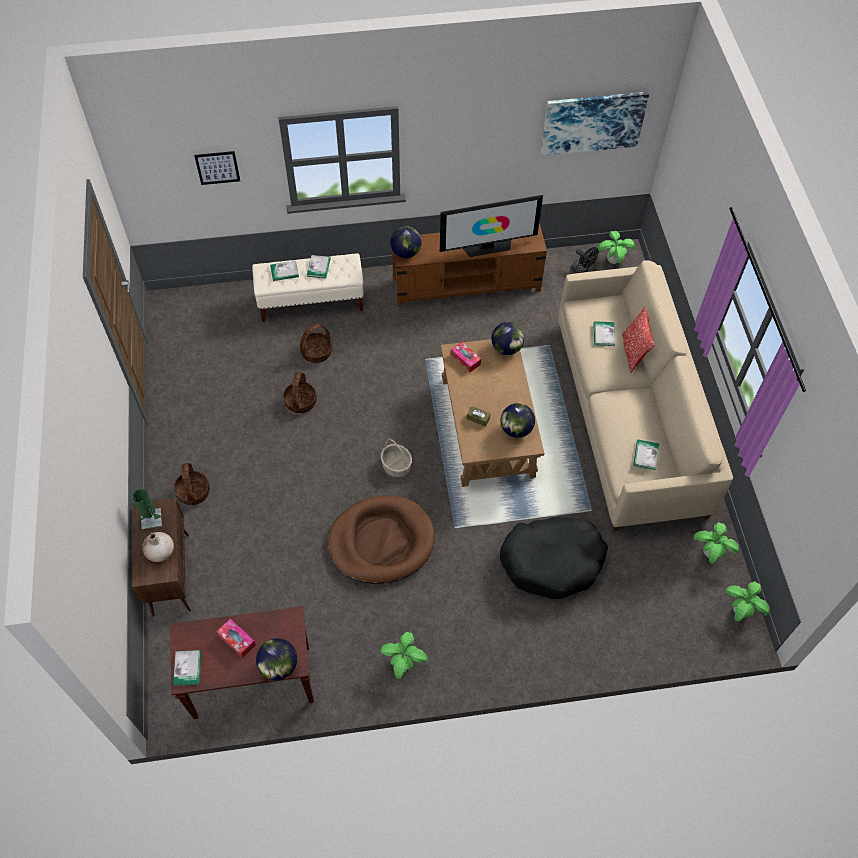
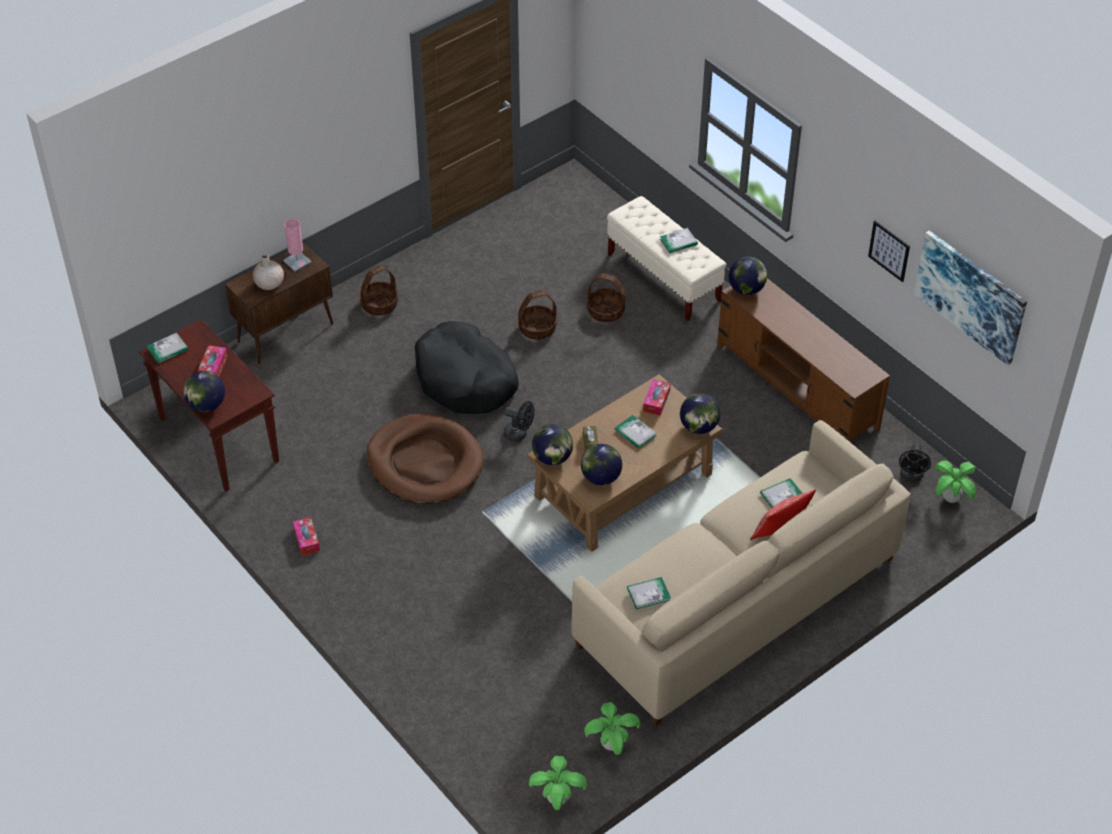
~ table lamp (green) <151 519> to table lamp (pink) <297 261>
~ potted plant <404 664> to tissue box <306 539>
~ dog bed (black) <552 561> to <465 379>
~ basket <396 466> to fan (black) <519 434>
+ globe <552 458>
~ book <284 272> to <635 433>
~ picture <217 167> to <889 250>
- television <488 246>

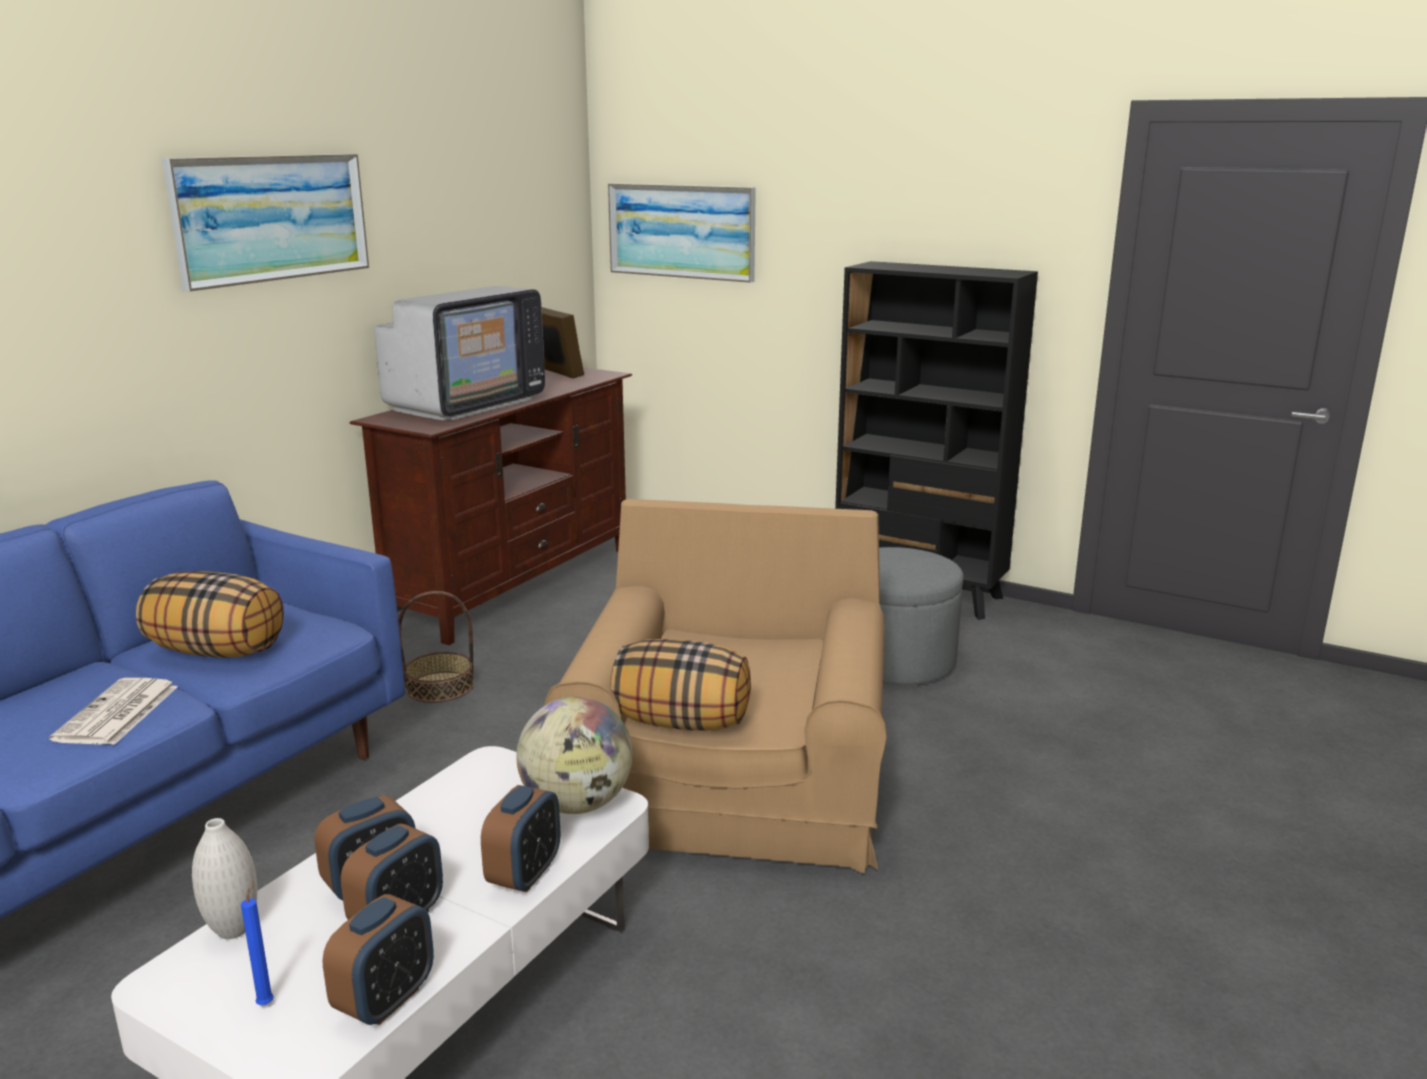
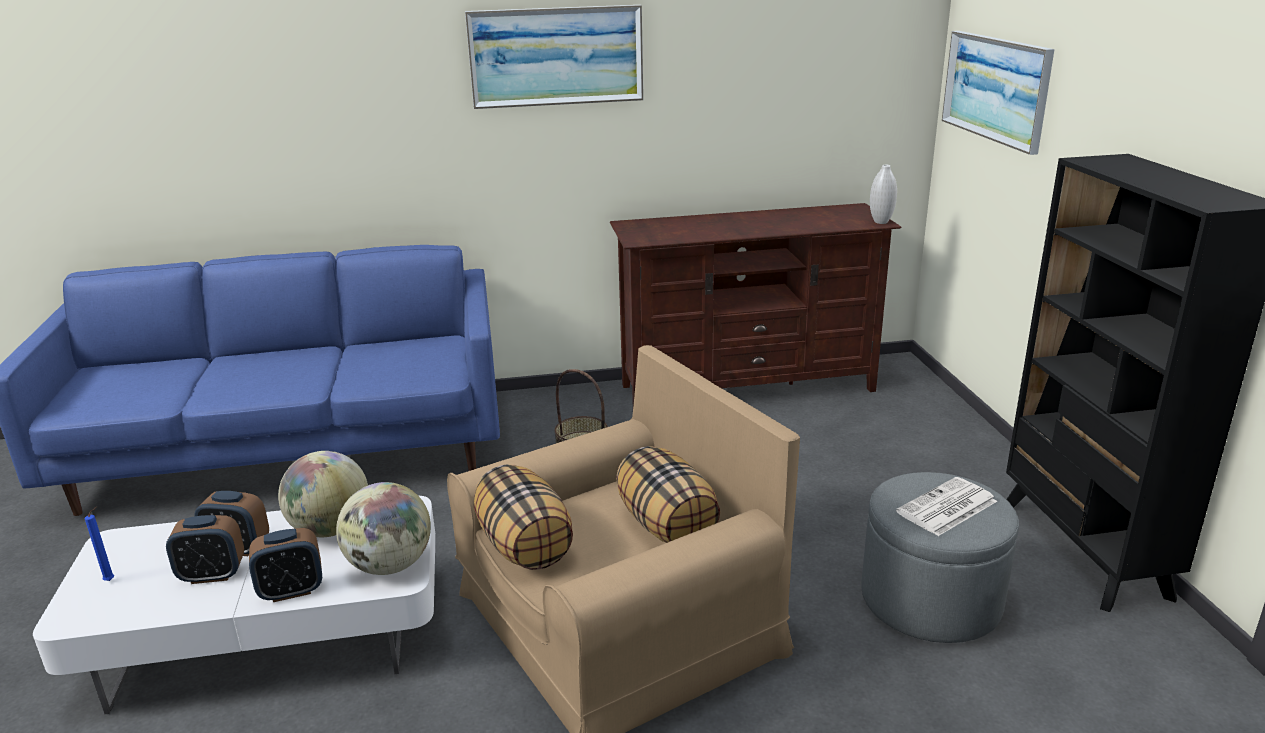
+ globe <330 529>
~ pillow <218 651> to <667 526>
~ vase (white) <233 930> to <881 222>
~ newspaper <117 714> to <946 508>
- alarm clock <385 1000>
- television <466 404>
- picture frame <558 373>

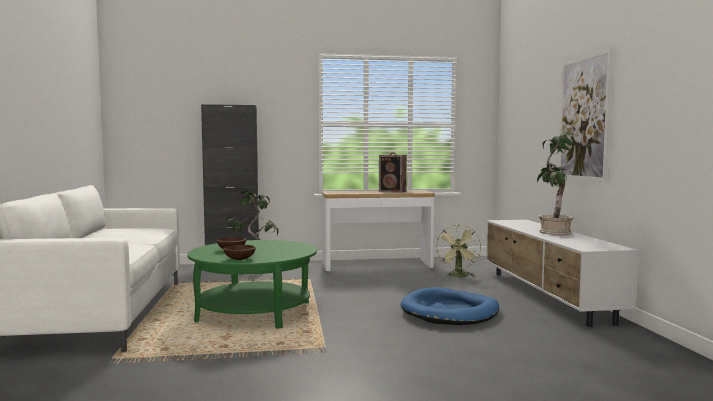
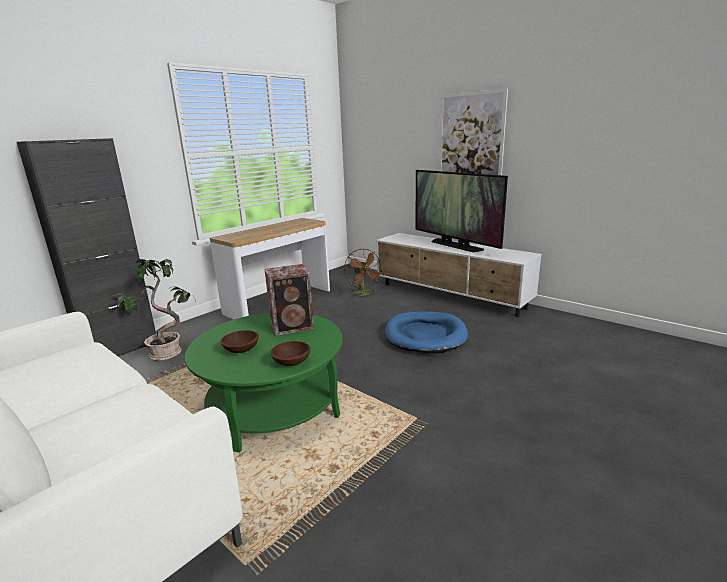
~ speaker <393 191> to <293 326>
~ fan (green) <459 276> to fan (brown) <364 294>
~ potted plant <553 232> to television <455 245>

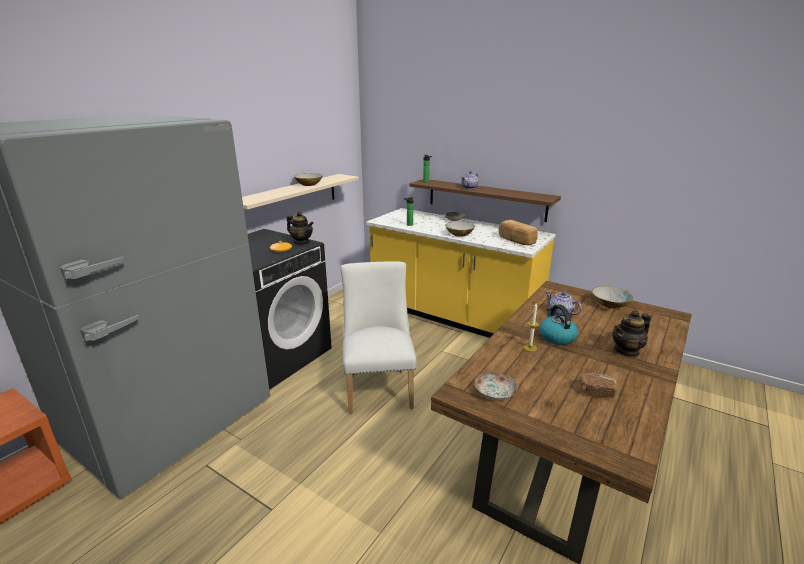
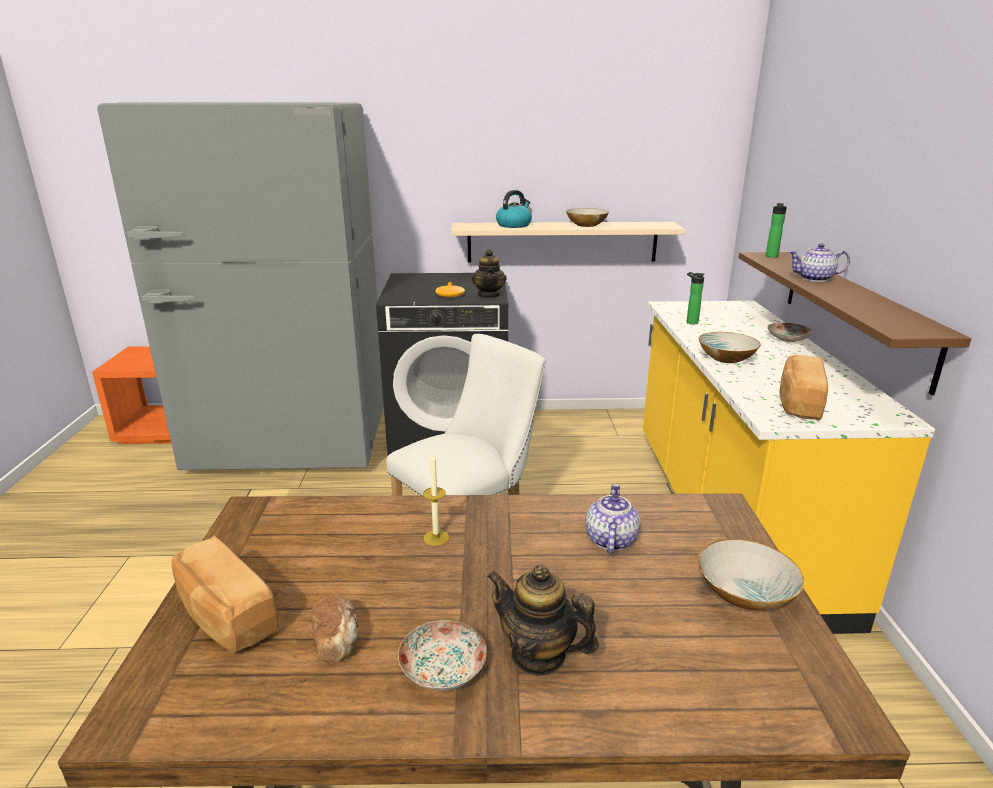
+ bread <225 616>
~ plate <495 393> to <444 668>
~ kettle <556 337> to <514 225>

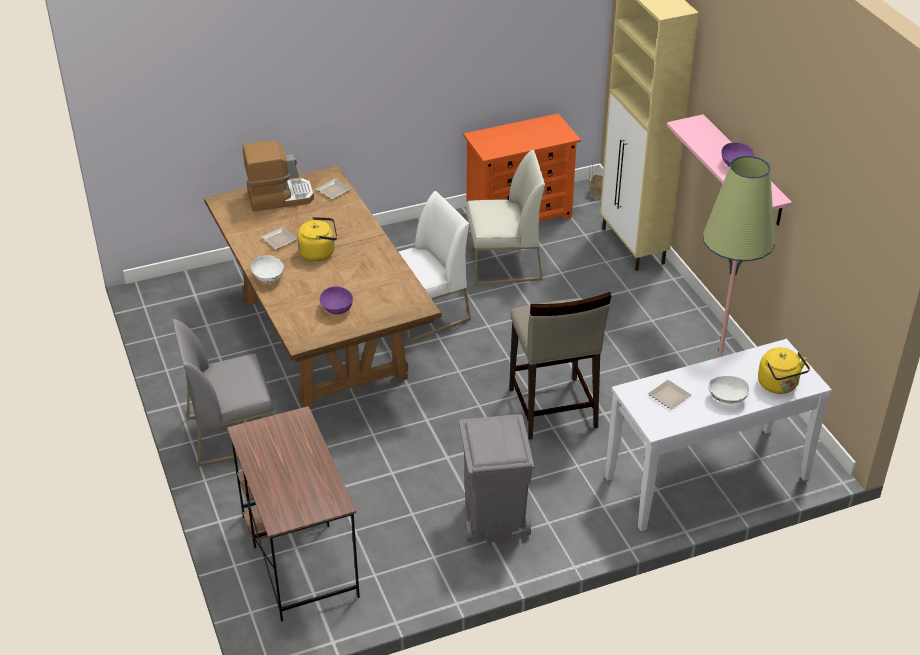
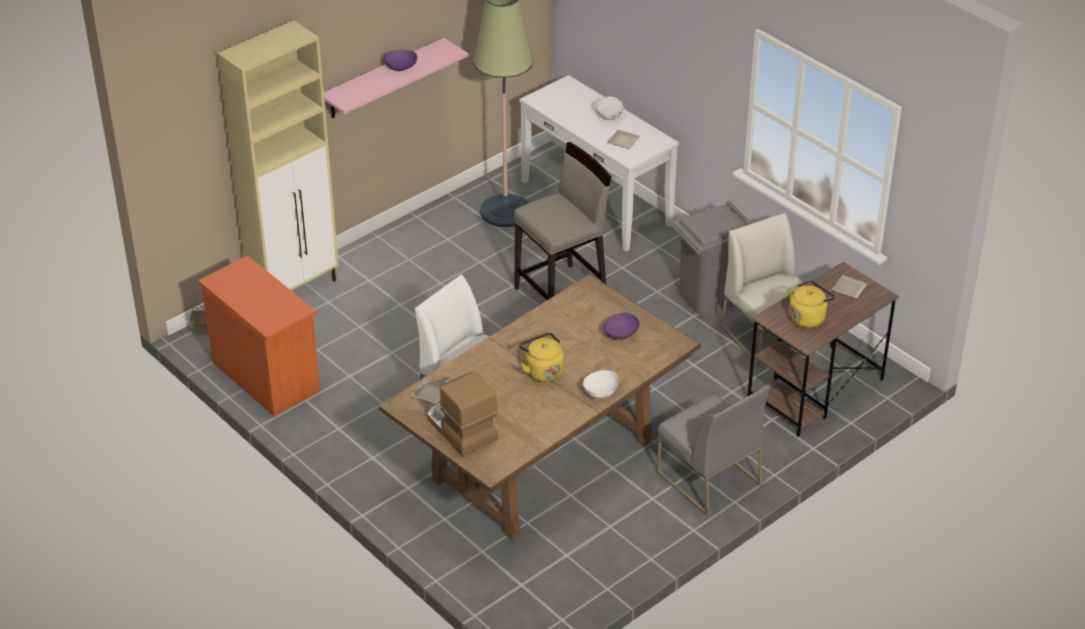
~ chair (white) <503 264> to <767 336>
~ kettle (yellow) <779 385> to <808 317>
~ plate <278 240> to <849 289>

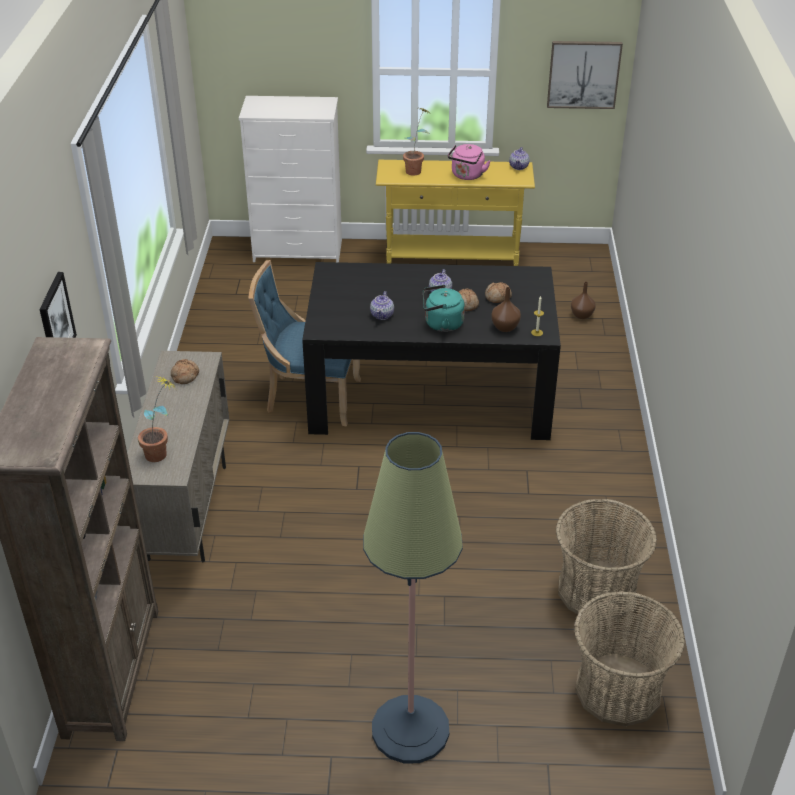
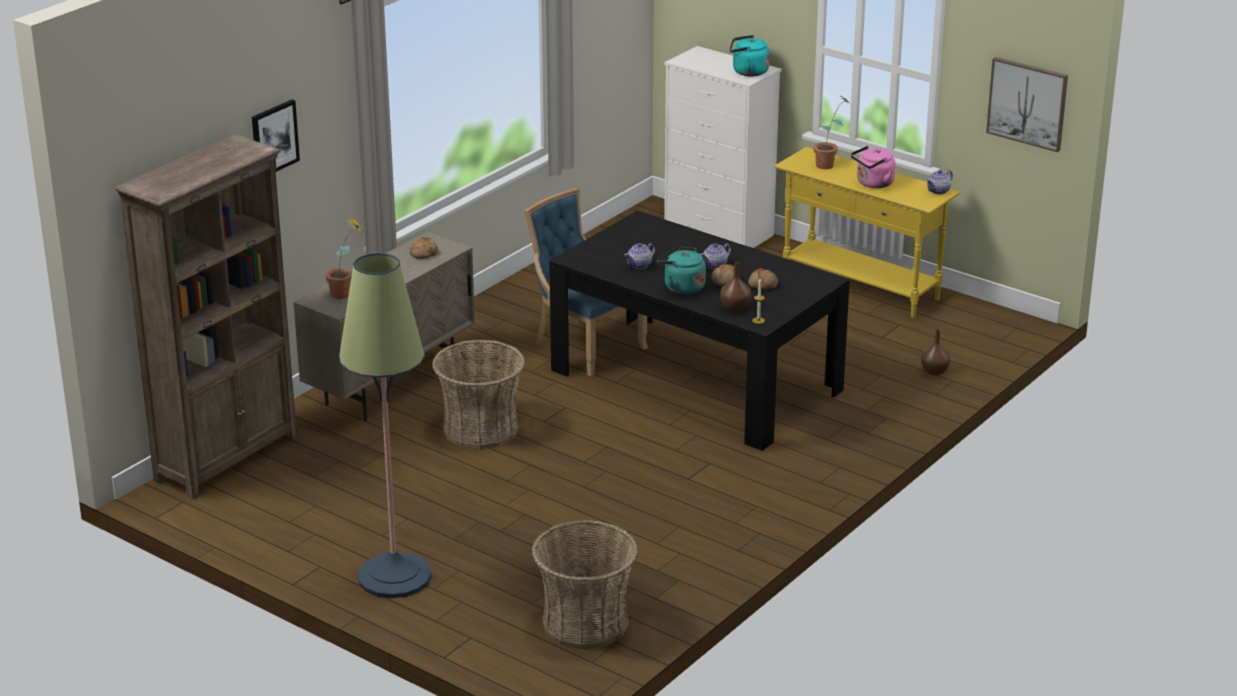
~ basket <596 590> to <480 429>
+ kettle (turquoise) <747 72>

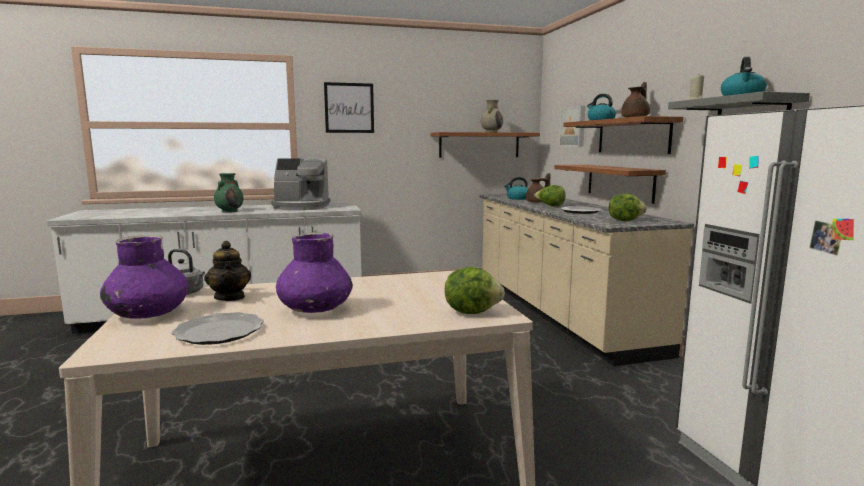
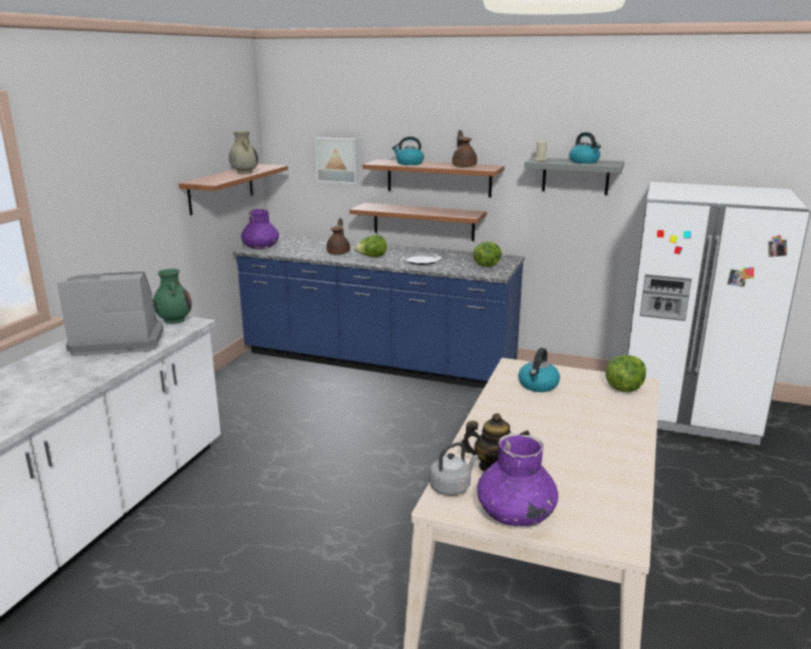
~ coffee machine <301 207> = <118 341> 135 degrees counterclockwise
~ vase (green) <230 211> to <174 320>
~ counter (beige) <557 312> to counter (blue) <378 361>
~ vase (purple) <315 309> to <261 247>
~ kettle <517 198> to <538 385>
- plate <219 332>
- picture <349 108>

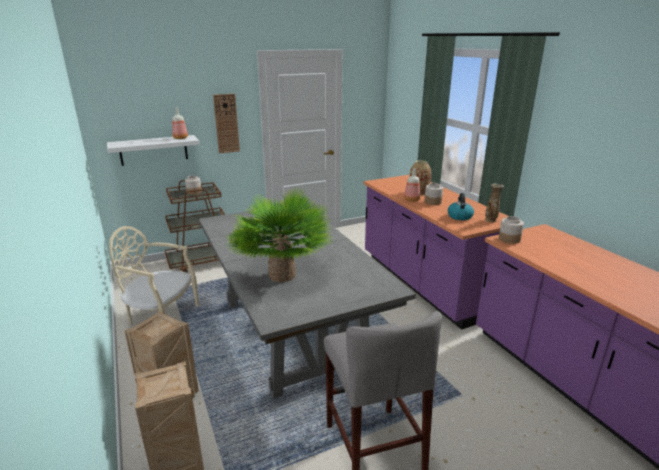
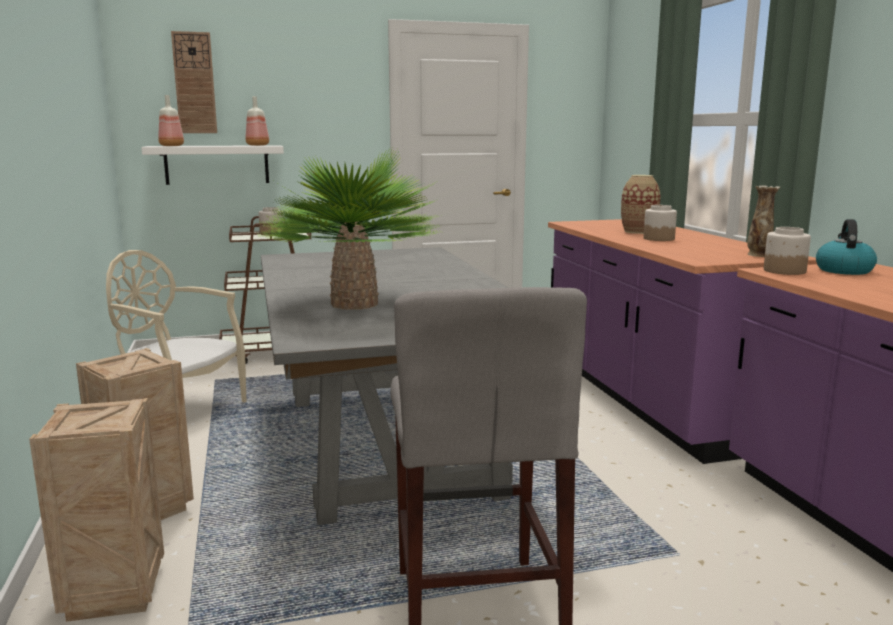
~ bottle <411 199> to <172 146>
~ wall clock <226 123> to <194 83>
~ kettle <459 216> to <843 270>

